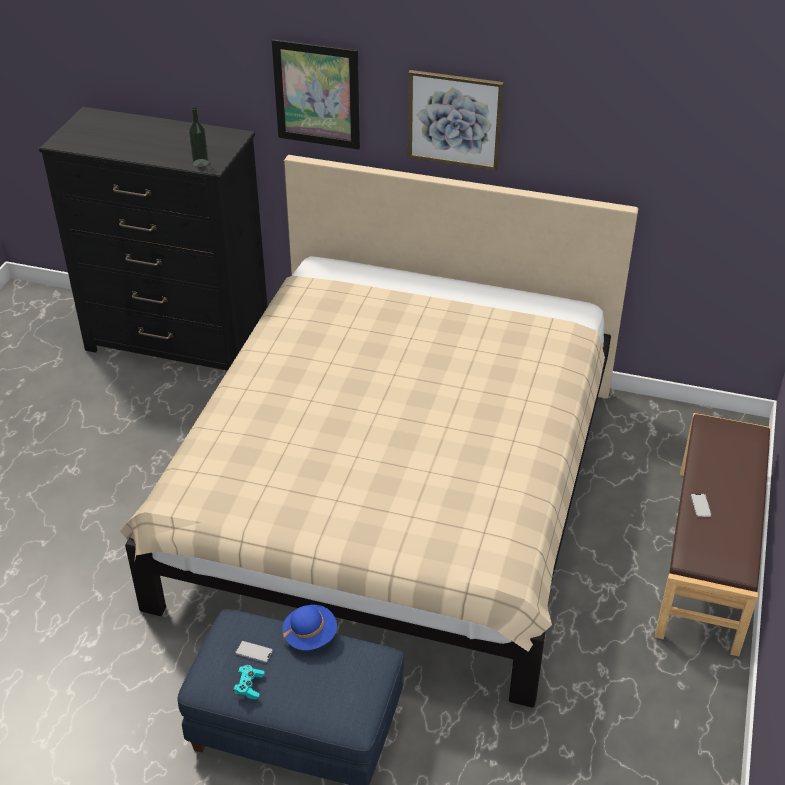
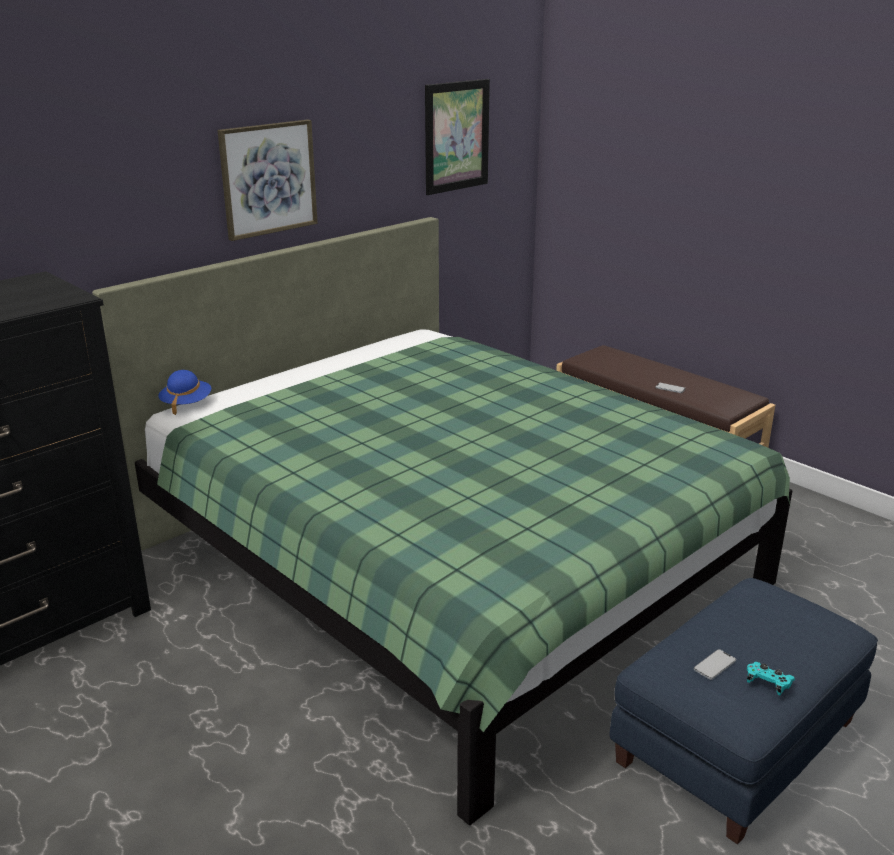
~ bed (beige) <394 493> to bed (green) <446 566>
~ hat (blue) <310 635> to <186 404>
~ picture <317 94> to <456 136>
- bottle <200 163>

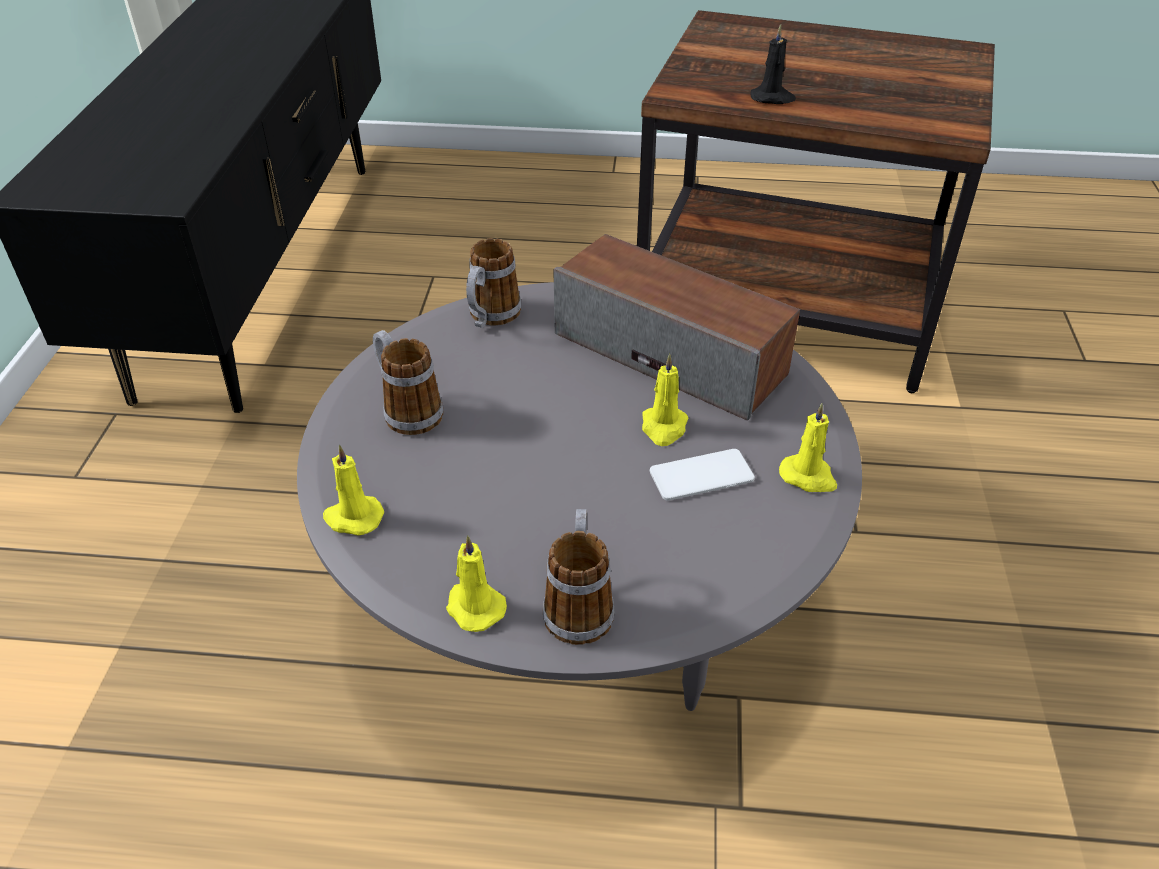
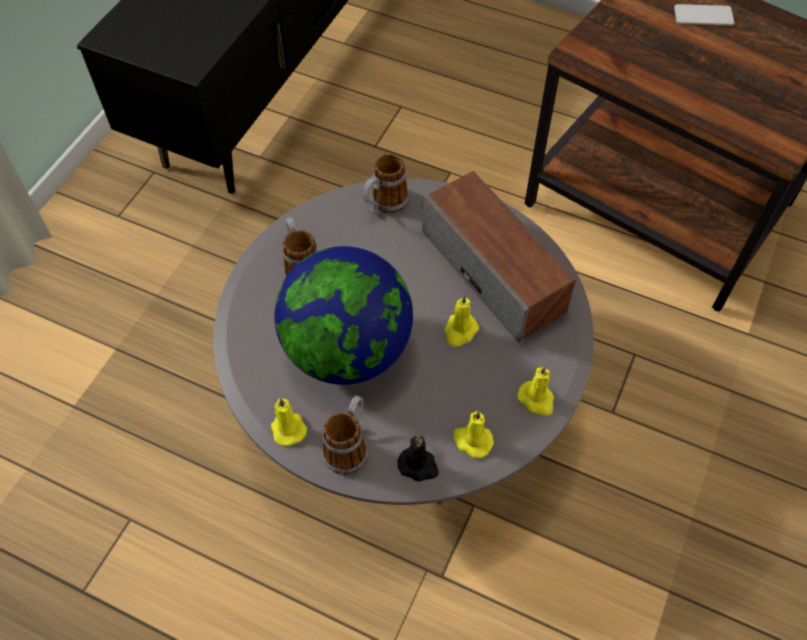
+ globe <347 350>
~ candle (black) <772 98> to <419 465>
~ candle (yellow) <352 518> to <472 440>
~ phone <701 476> to <703 16>

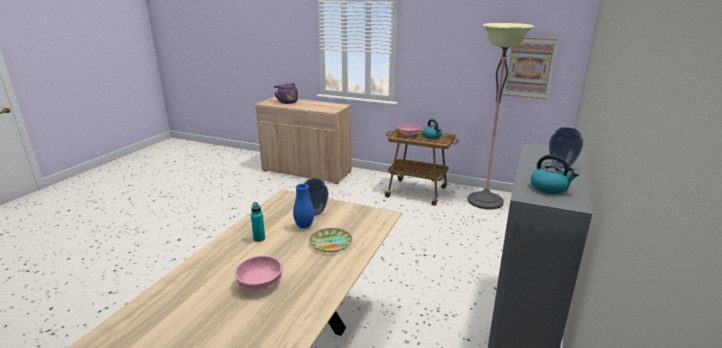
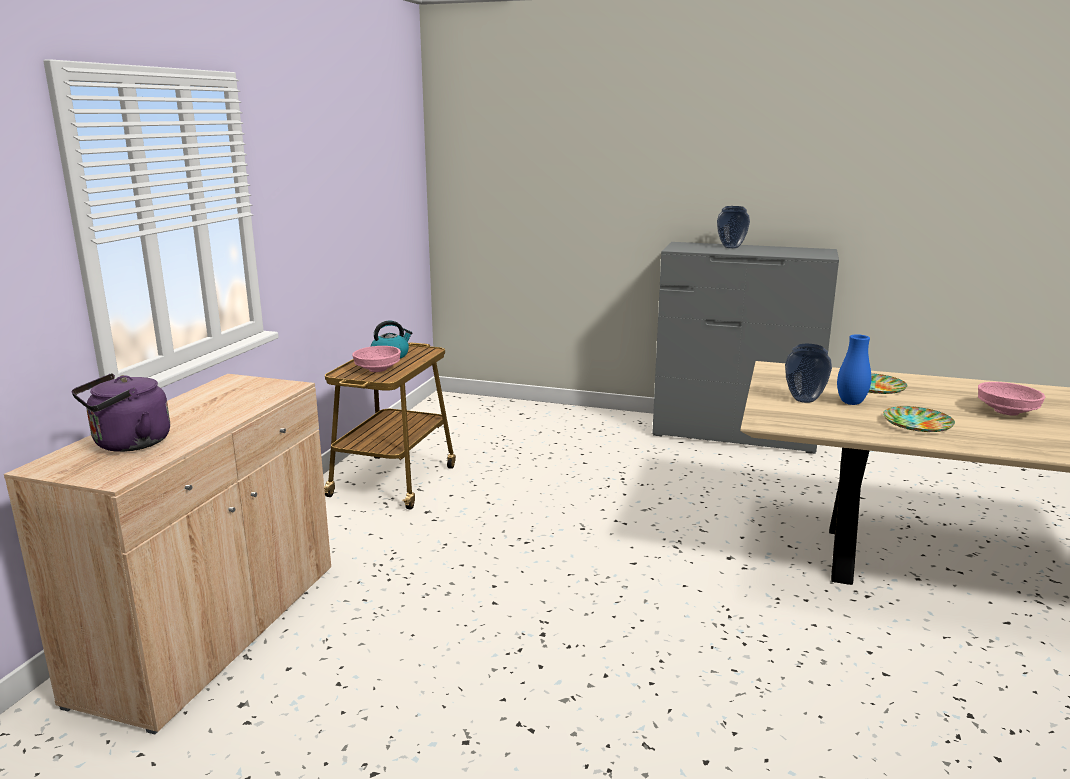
~ bottle (turquoise) <259 238> to plate <916 424>
- floor lamp <485 201>
- picture <529 67>
- kettle <549 188>

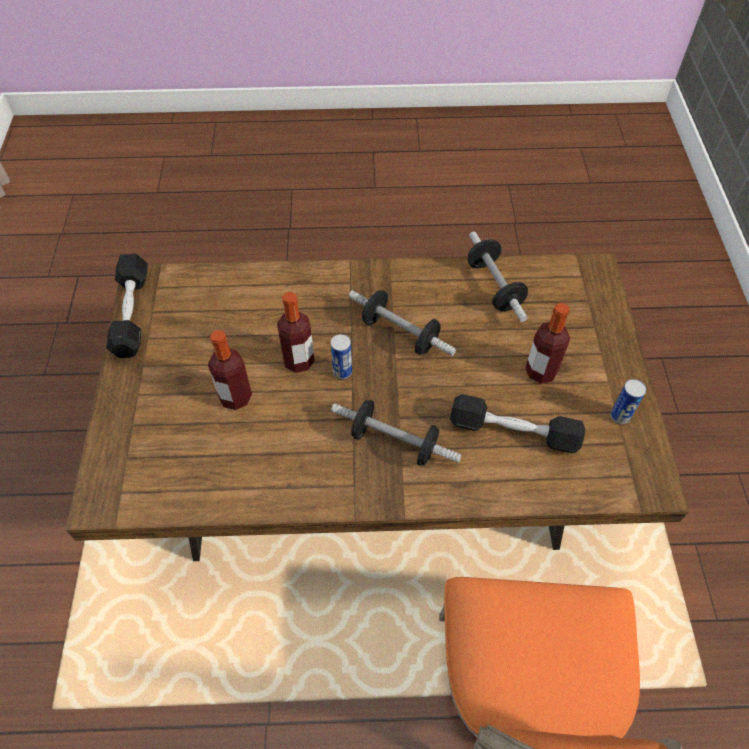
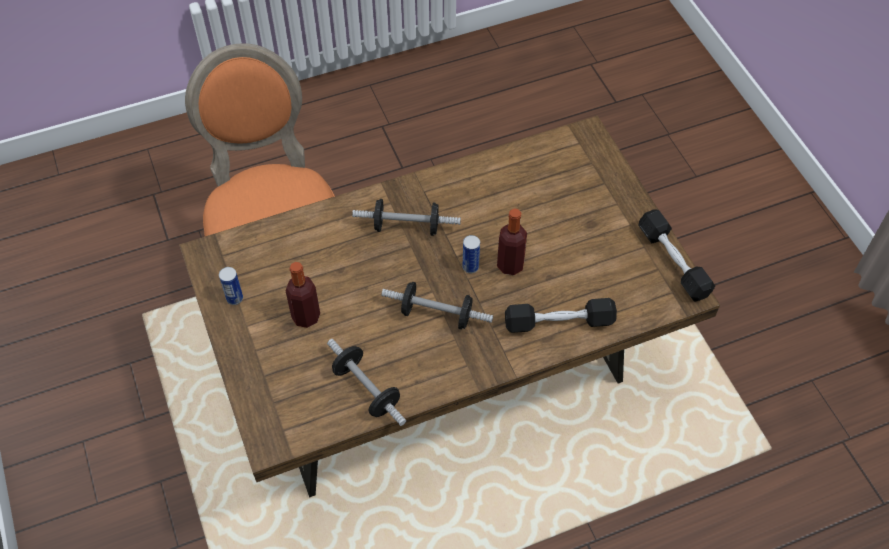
~ dumbbell (black) <513 432> to <559 322>
- bottle <235 397>

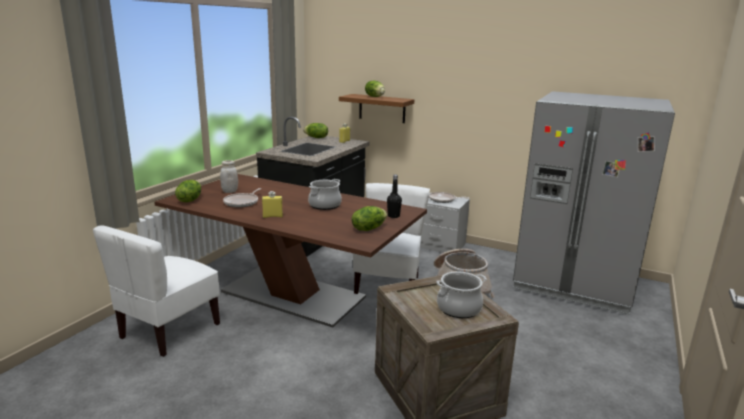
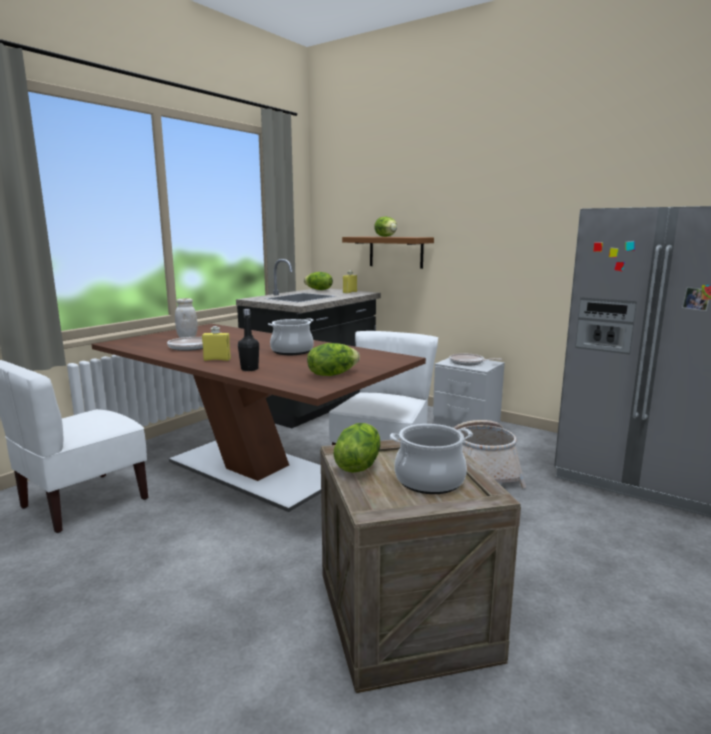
~ bottle (black) <393 216> to <249 369>
~ lettuce <189 200> to <357 465>

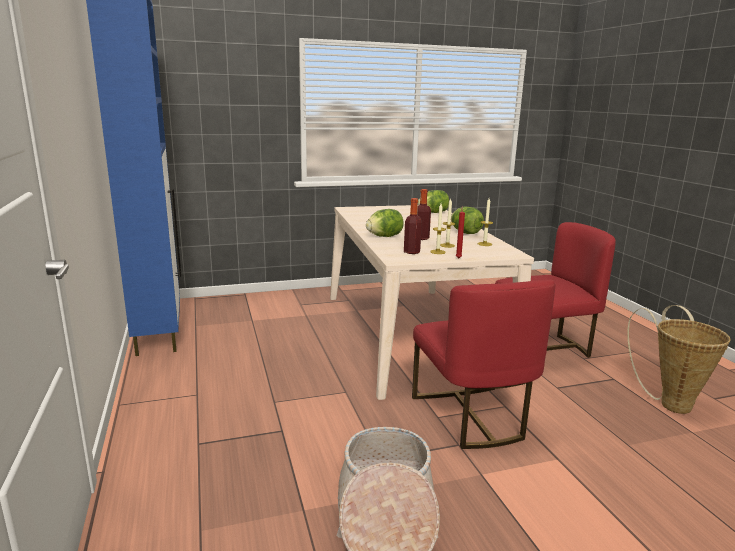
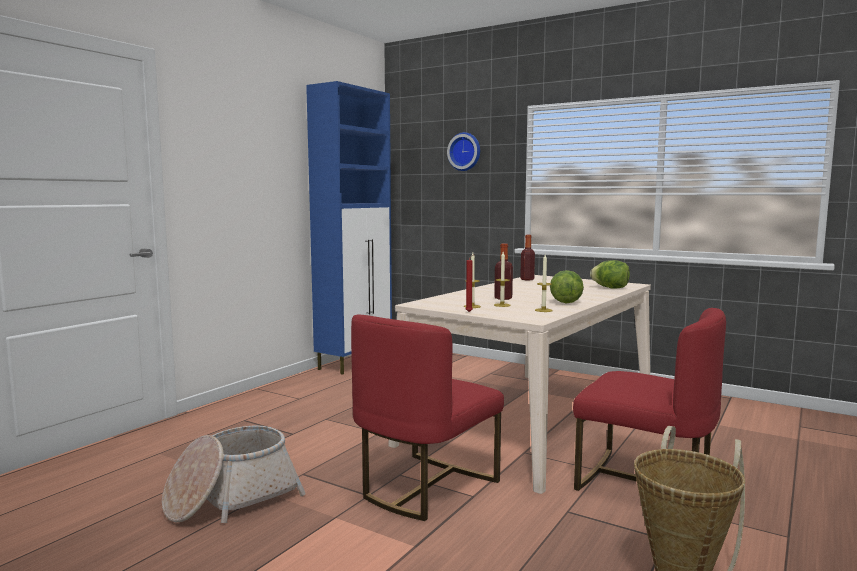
+ wall clock <465 152>
~ bottle <411 252> to <527 279>
- lettuce <384 236>

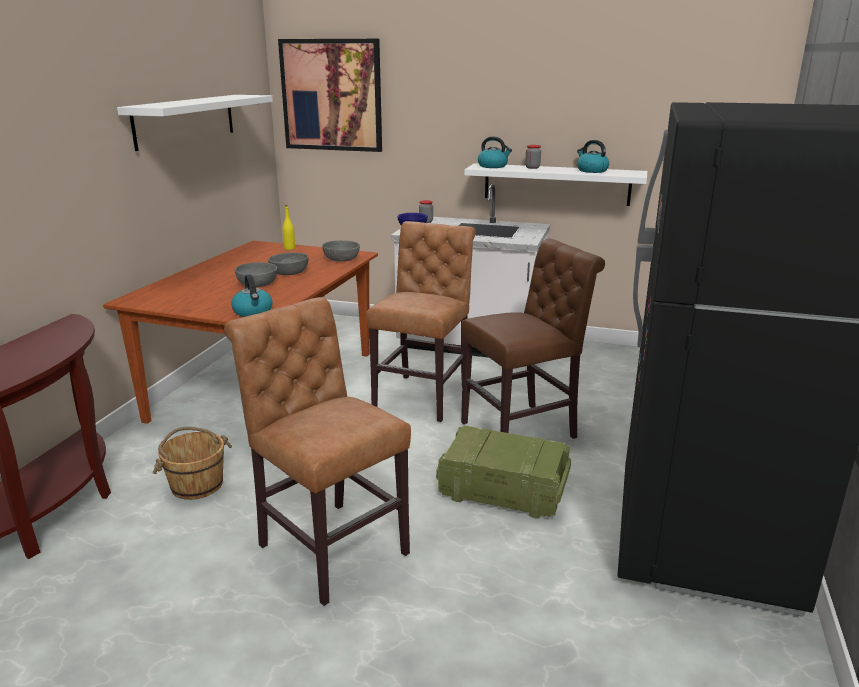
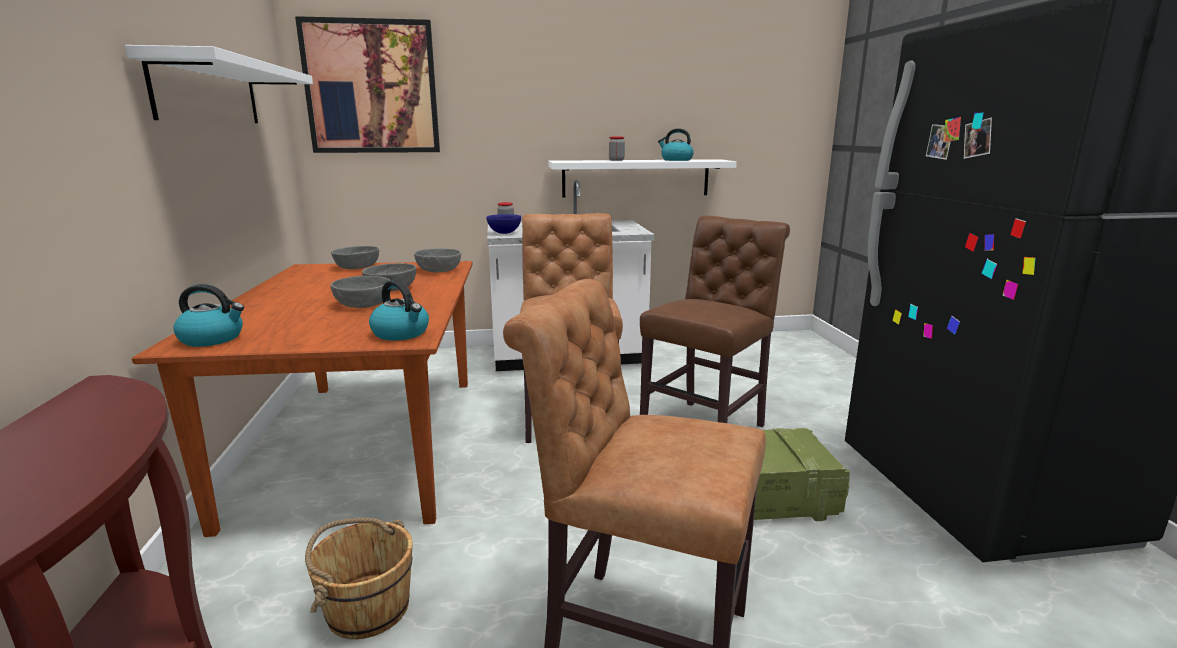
~ kettle <493 166> to <213 339>
~ bottle (yellow) <289 248> to bowl (grey) <357 267>

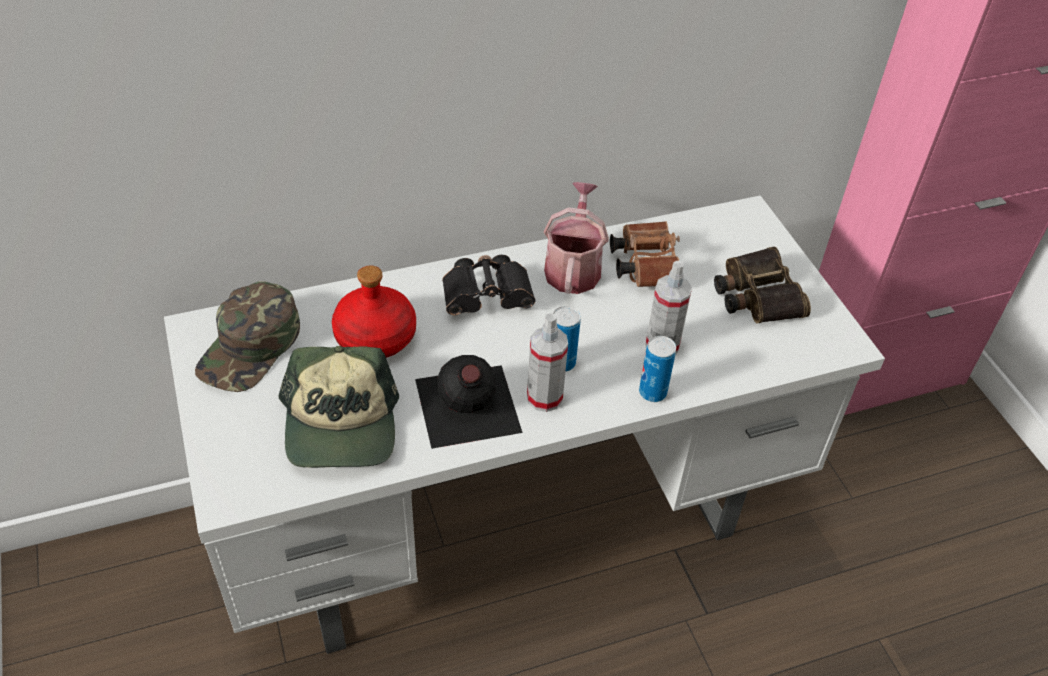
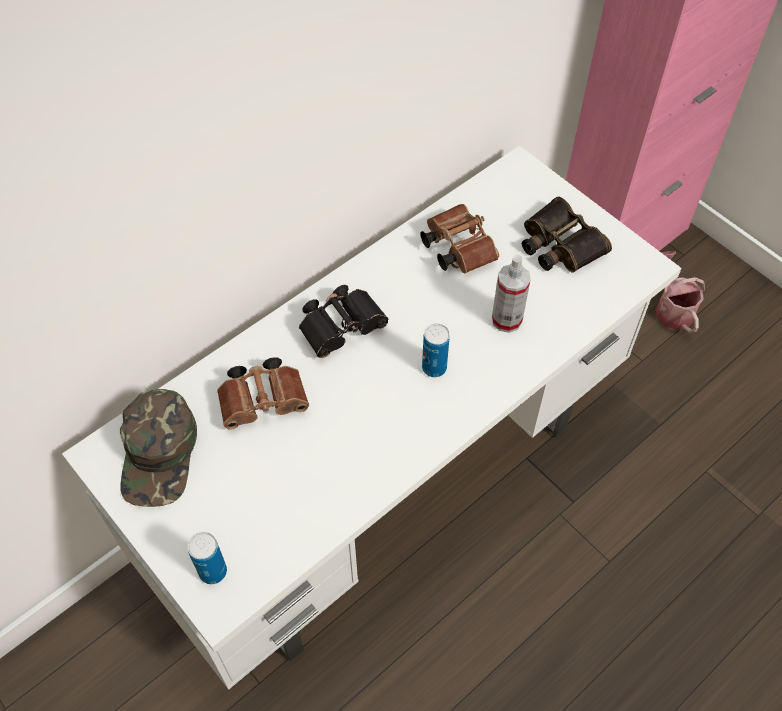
~ can <652 392> to <213 571>
~ bottle (red) <376 336> to binoculars (brown) <265 401>
~ watering can <573 267> to <672 308>
- cap <341 425>
- bottle (black) <466 407>
- spray bottle <544 397>

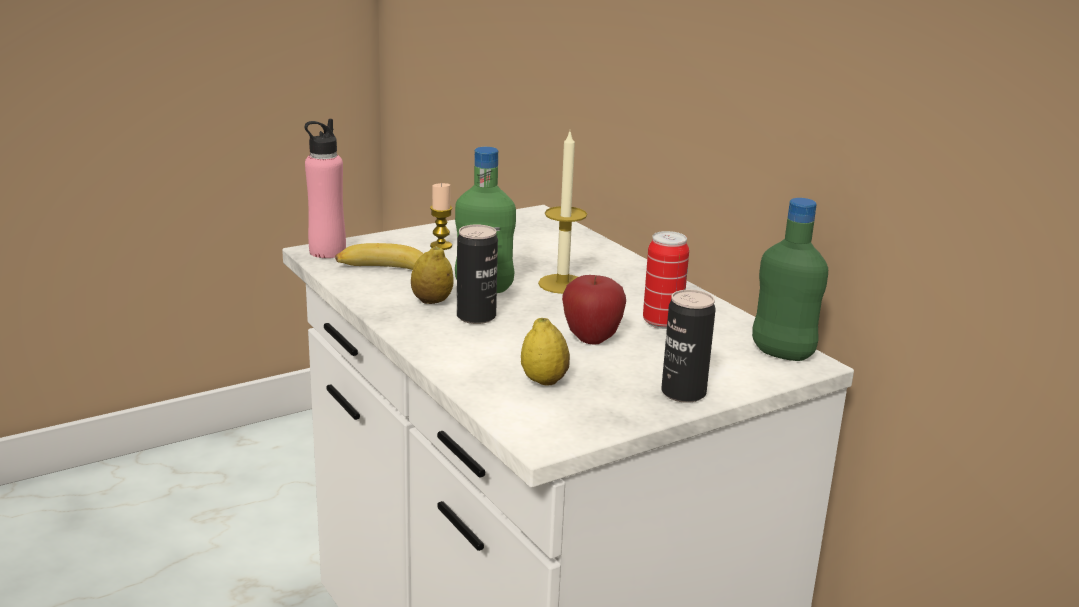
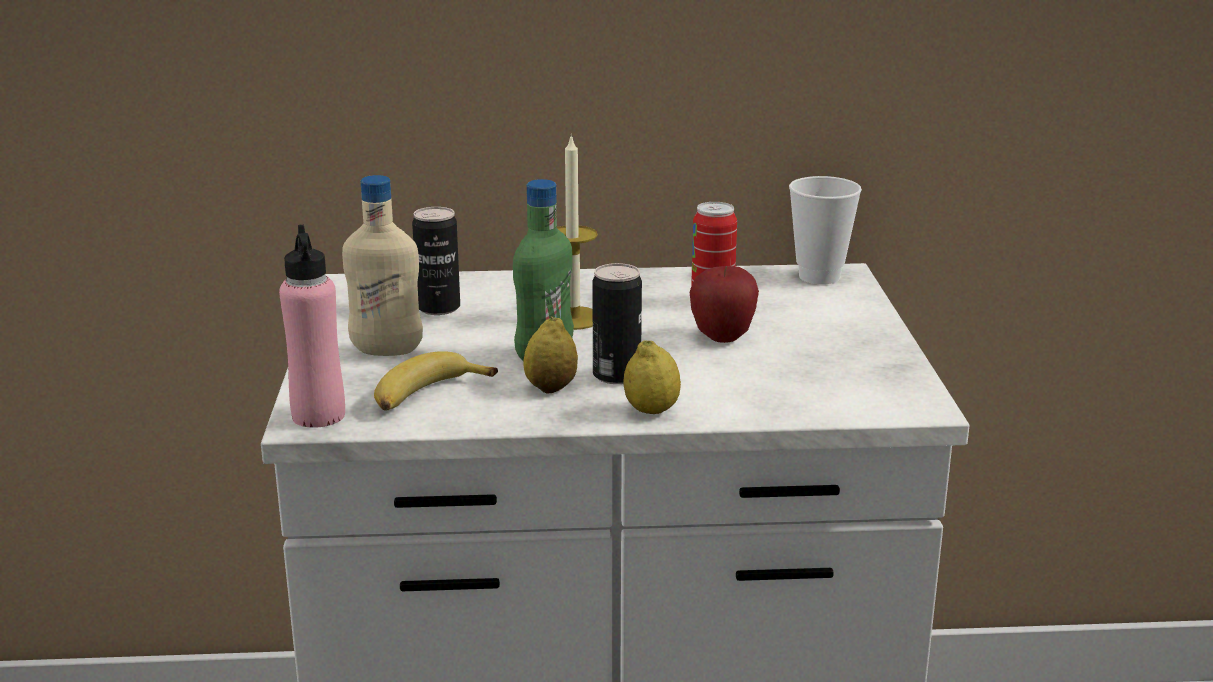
~ candle <441 246> to bottle (beige) <386 350>
~ can <683 393> to <438 308>
~ lemon <544 381> to <651 411>
~ bottle (green) <782 354> to cup <819 277>

